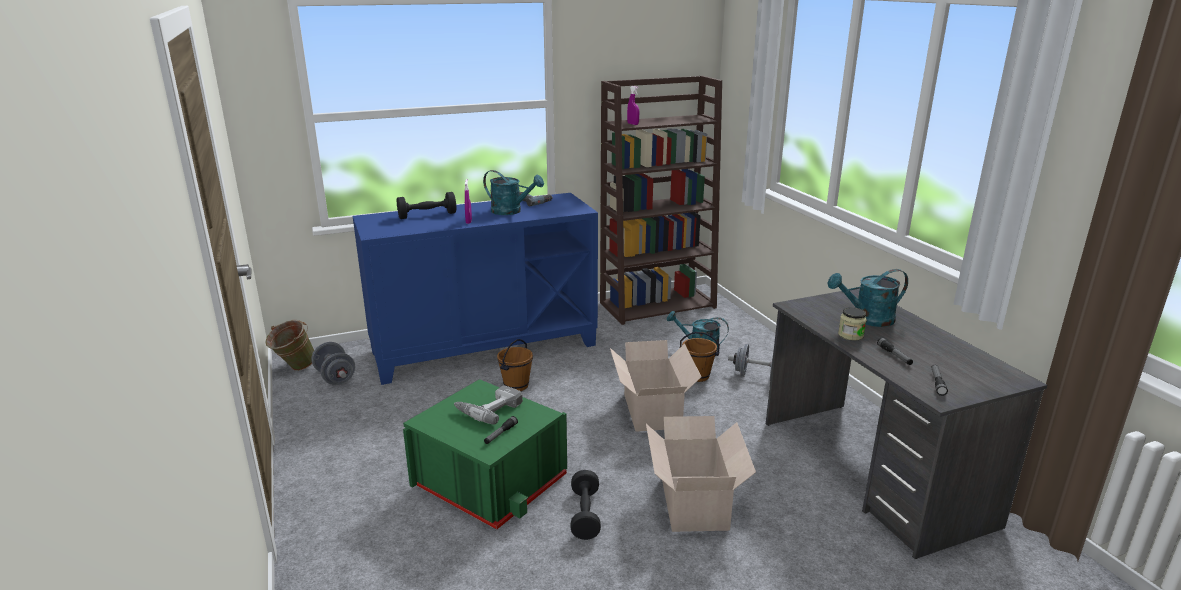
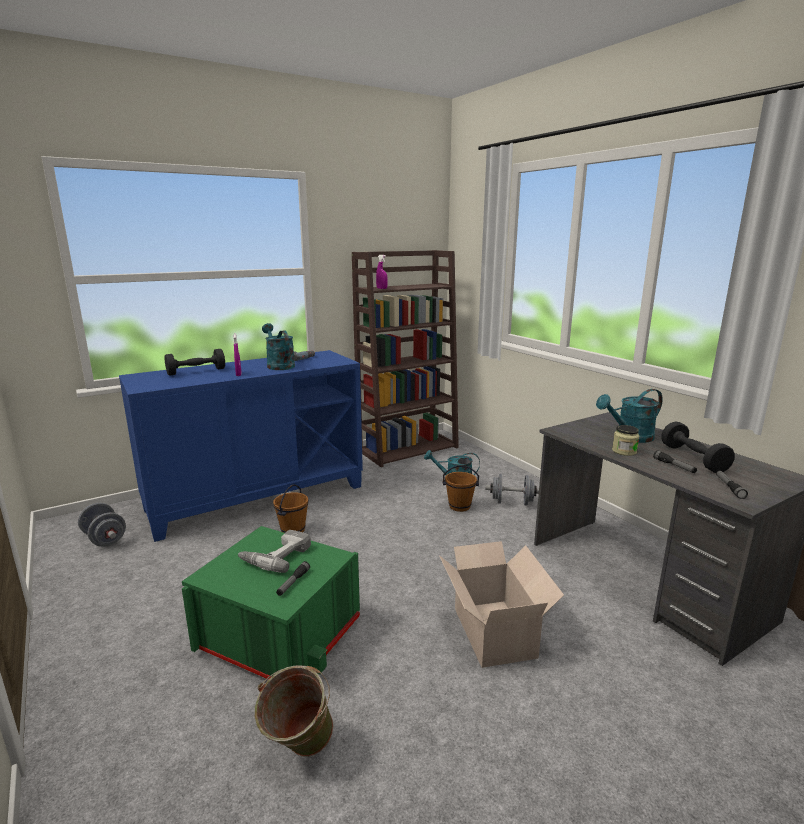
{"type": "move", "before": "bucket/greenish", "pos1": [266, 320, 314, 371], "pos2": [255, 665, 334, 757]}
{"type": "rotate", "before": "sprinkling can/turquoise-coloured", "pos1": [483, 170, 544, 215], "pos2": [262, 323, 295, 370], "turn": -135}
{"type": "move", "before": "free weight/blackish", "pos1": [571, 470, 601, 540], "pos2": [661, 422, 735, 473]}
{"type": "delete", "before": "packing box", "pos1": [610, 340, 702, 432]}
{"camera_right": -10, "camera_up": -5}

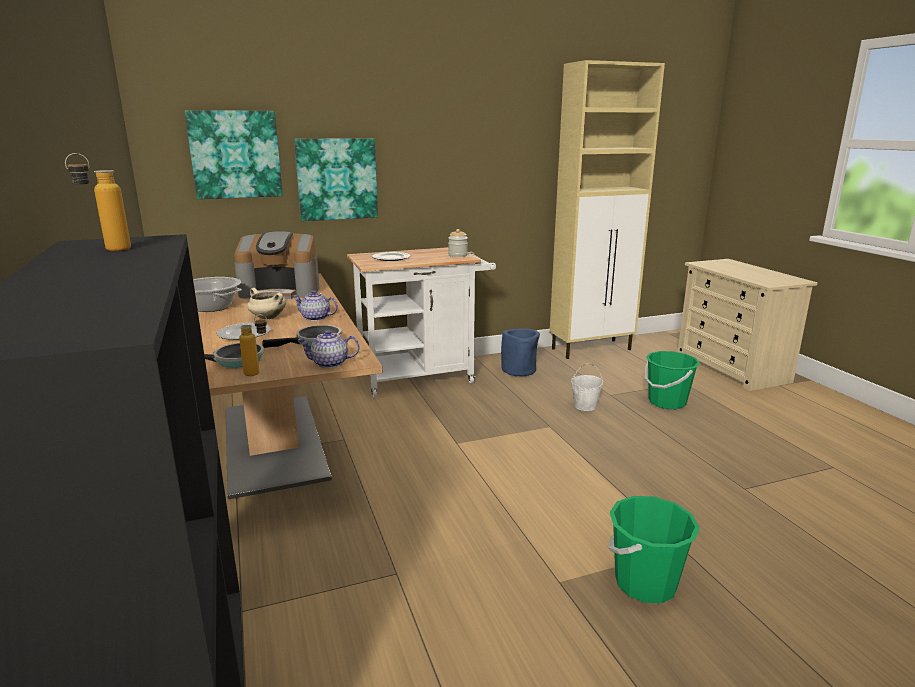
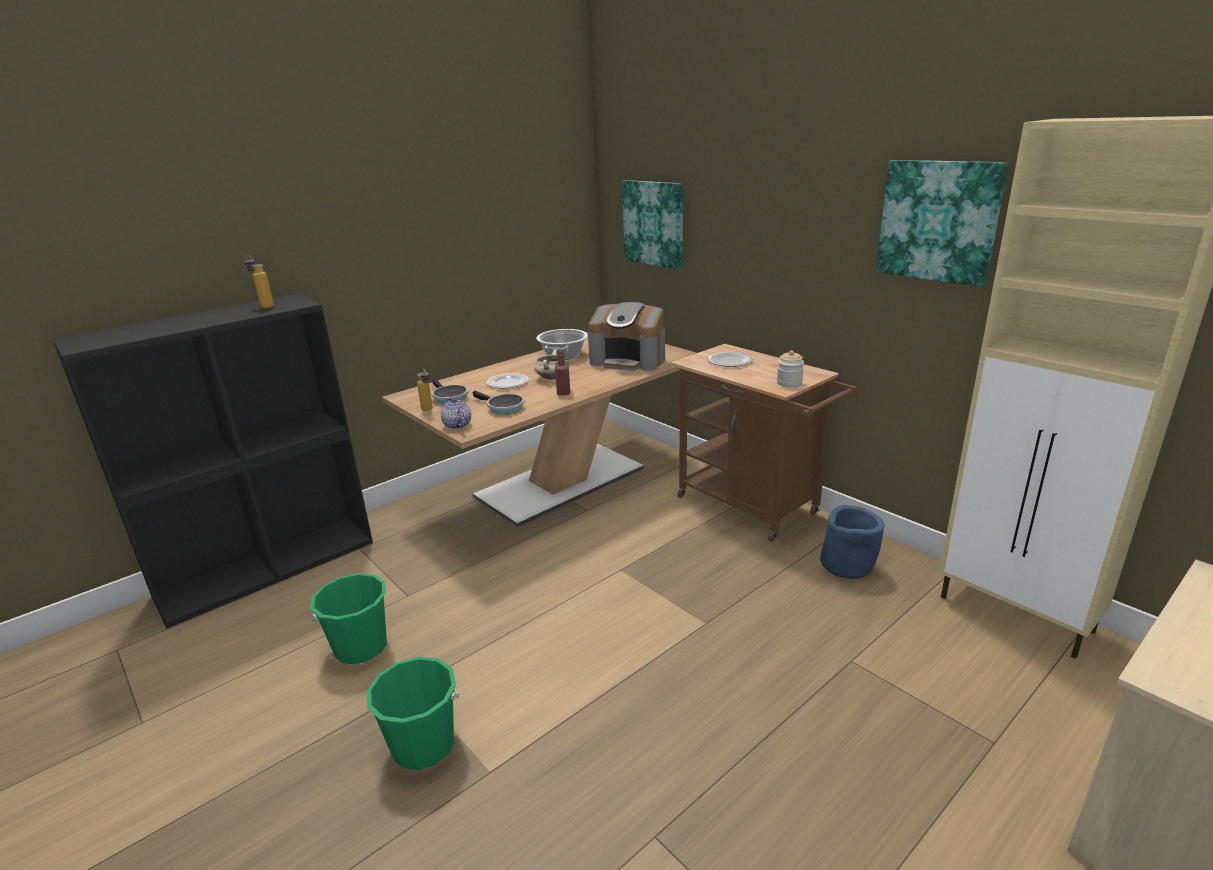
{"type": "move", "before": "bucket/greenish", "pos1": [645, 351, 700, 409], "pos2": [310, 573, 387, 664]}
{"type": "replace", "before": "tea pot", "after": "drink bottle/red", "pos1": [293, 290, 338, 321], "pos2": [555, 349, 570, 395]}
{"type": "rotate", "before": "coffee brewer", "pos1": [234, 231, 320, 299], "pos2": [588, 302, 665, 371], "turn": -45}
{"type": "recolor", "before": "trolley/white-coloured", "after": "trolley/brown", "pos1": [347, 247, 496, 397], "pos2": [671, 344, 857, 542]}
{"type": "move", "before": "wall art", "pos1": [294, 138, 378, 221], "pos2": [876, 160, 1008, 287]}
{"type": "delete", "before": "bucket/white-coloured", "pos1": [571, 363, 603, 411]}
{"camera_right": 70, "camera_up": 5}

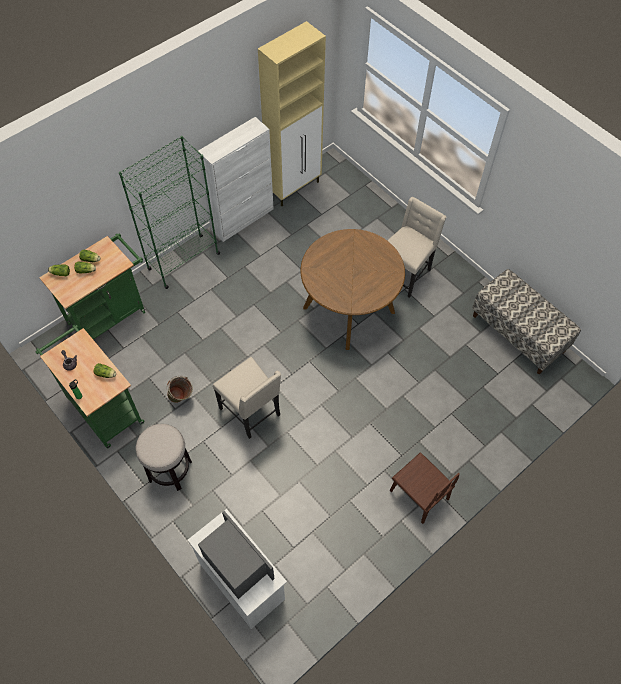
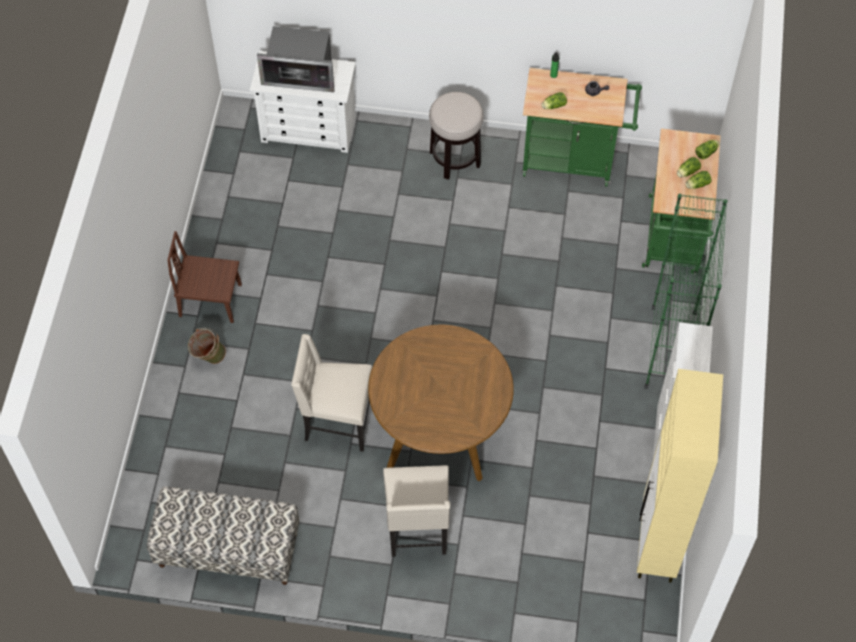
{"type": "move", "before": "bucket/greenish", "pos1": [167, 376, 193, 403], "pos2": [188, 328, 226, 364]}
{"type": "move", "before": "chair/sand-coloured", "pos1": [213, 357, 281, 439], "pos2": [291, 334, 372, 452]}
{"camera_right": 140, "camera_up": 0}

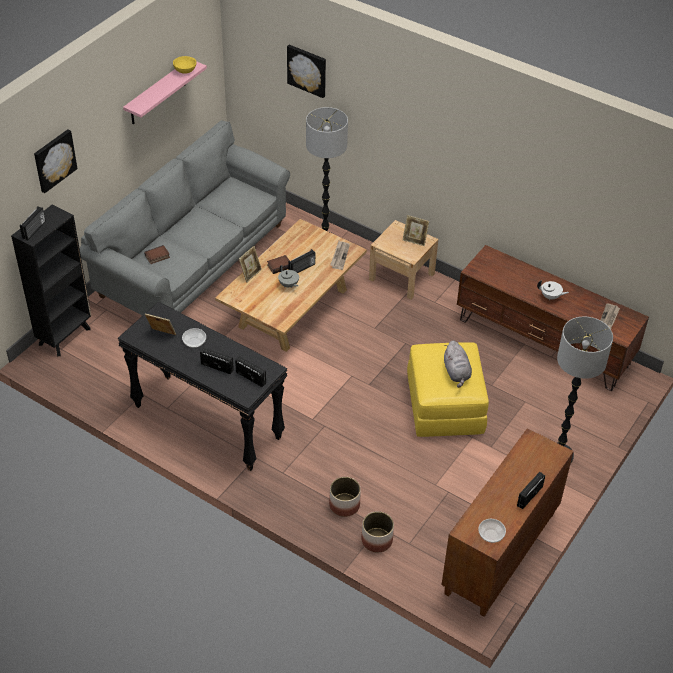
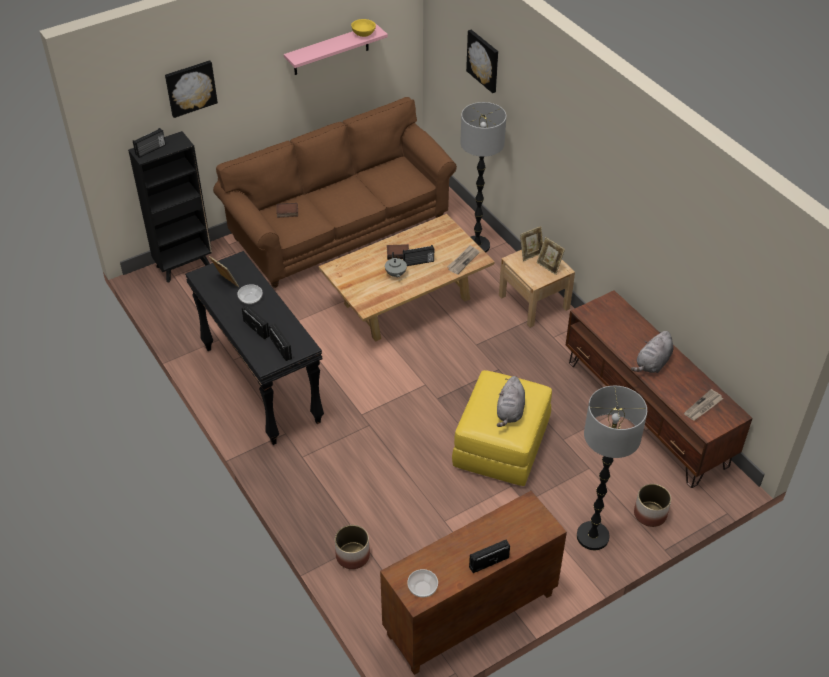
{"type": "recolor", "before": "settee/grey", "after": "settee/brown", "pos1": [80, 120, 290, 316], "pos2": [213, 97, 457, 288]}
{"type": "move", "before": "photo frame", "pos1": [239, 246, 262, 282], "pos2": [520, 226, 543, 261]}
{"type": "replace", "before": "tea pot/white-coloured", "after": "plush toy/grey", "pos1": [537, 280, 569, 300], "pos2": [631, 331, 673, 373]}
{"type": "move", "before": "flower pot", "pos1": [329, 477, 361, 517], "pos2": [634, 484, 671, 527]}
{"camera_right": 25, "camera_up": 0}

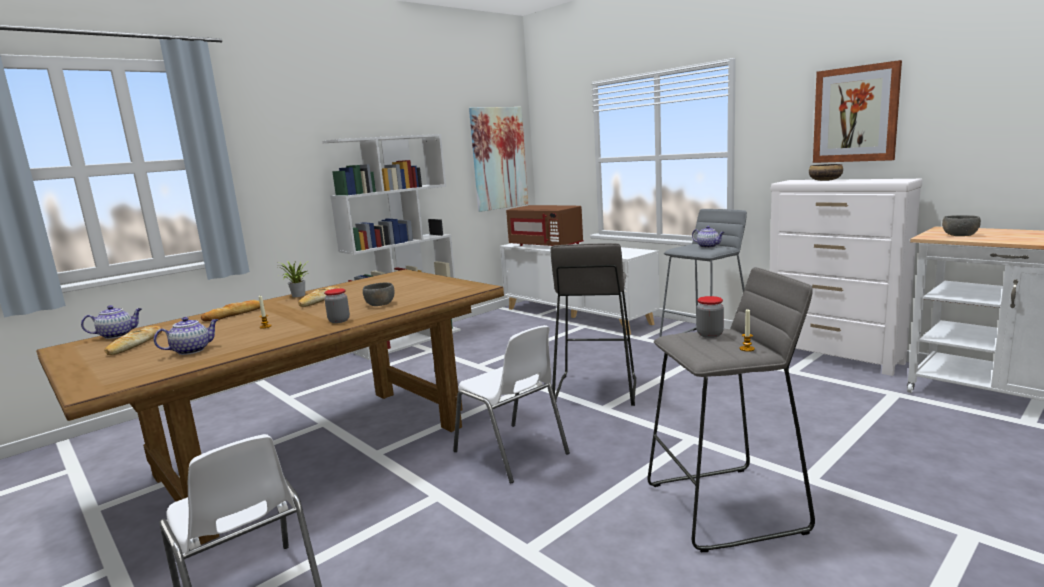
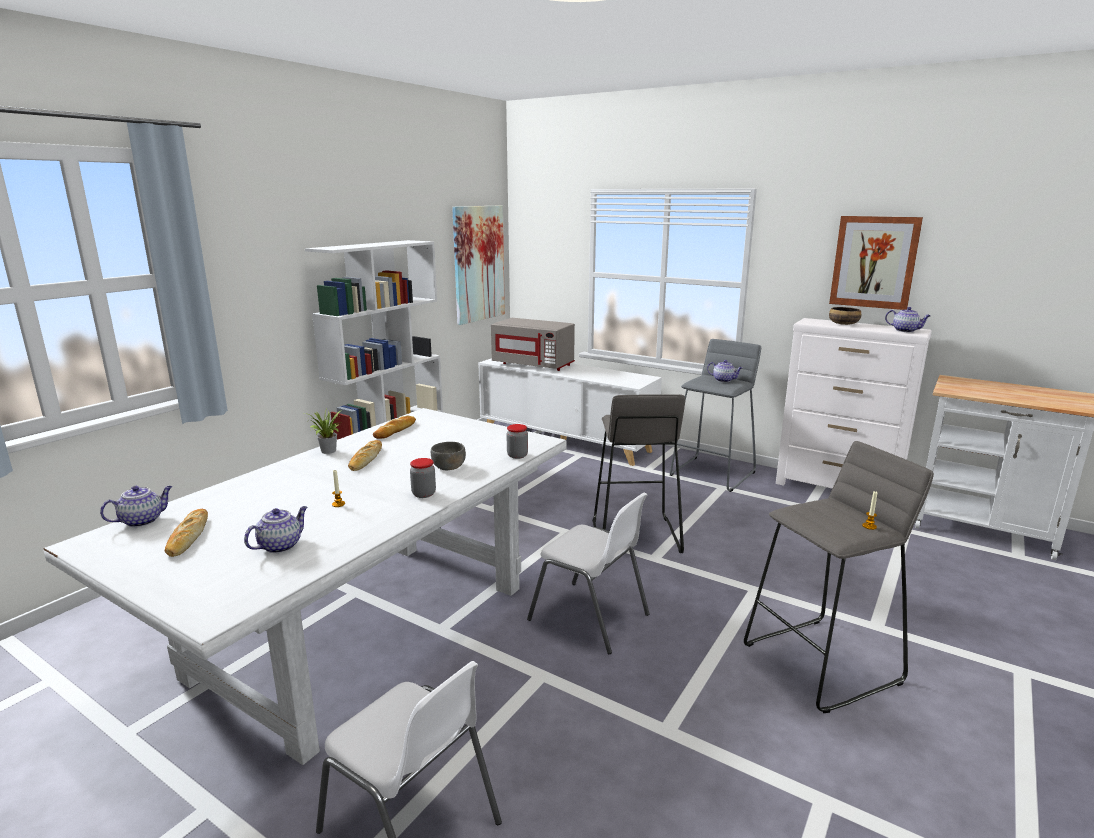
{"type": "recolor", "before": "dining table/brown", "after": "dining table/white-coloured", "pos1": [36, 269, 504, 545], "pos2": [43, 408, 567, 765]}
{"type": "move", "before": "bread", "pos1": [201, 300, 264, 321], "pos2": [373, 415, 416, 439]}
{"type": "recolor", "before": "microwave oven/brown", "after": "microwave oven/grey", "pos1": [506, 205, 584, 246], "pos2": [491, 318, 575, 371]}
{"type": "move", "before": "storage jar", "pos1": [697, 296, 724, 338], "pos2": [506, 424, 528, 459]}
{"type": "insert", "after": "tea pot", "pos2": [885, 307, 931, 332]}
{"type": "delete", "before": "serving bowl/grey", "pos1": [942, 215, 981, 236]}
{"camera_right": -15, "camera_up": 5}

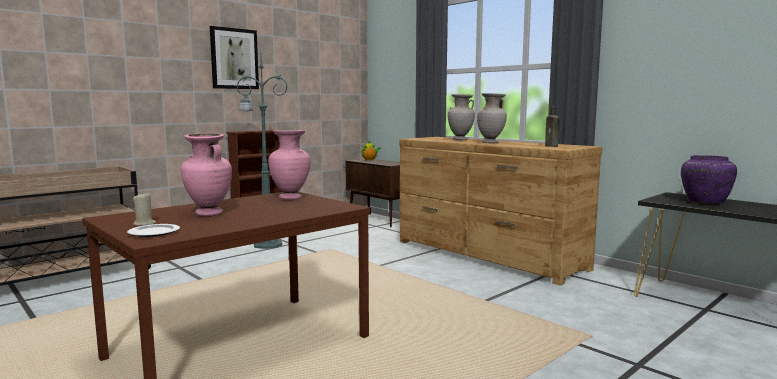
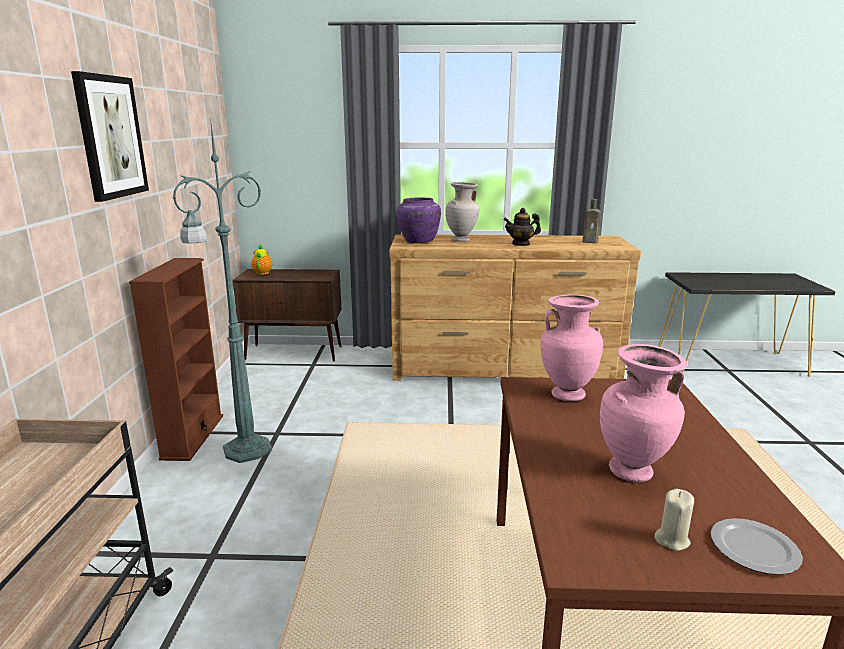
{"type": "move", "before": "decorative vase/purplish", "pos1": [681, 155, 737, 204], "pos2": [397, 197, 441, 243]}
{"type": "replace", "before": "decorative vase/sand-coloured", "after": "tea pot", "pos1": [477, 93, 507, 143], "pos2": [503, 208, 541, 246]}
{"camera_right": -45, "camera_up": 10}

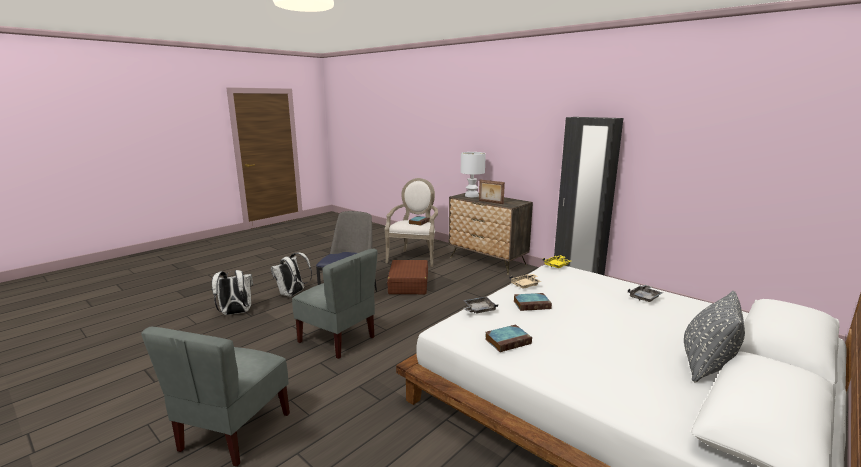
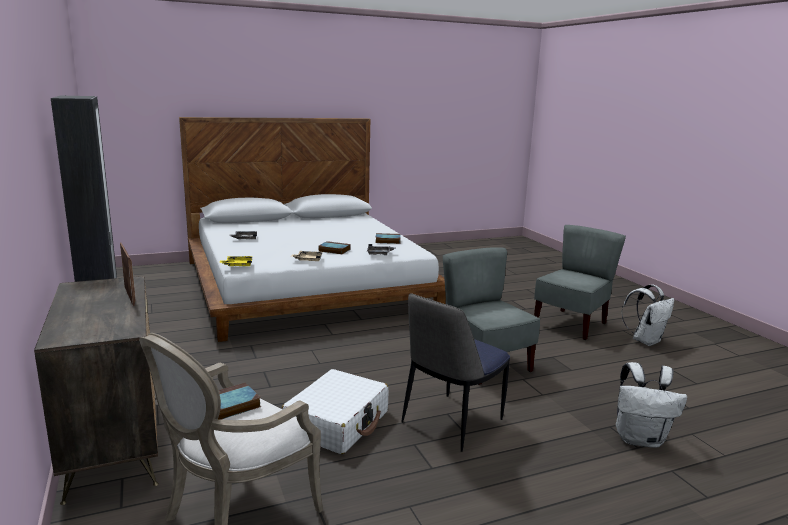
{"type": "recolor", "before": "piece of luggage/brown", "after": "piece of luggage/white-coloured", "pos1": [387, 260, 428, 294], "pos2": [282, 369, 389, 454]}
{"type": "move", "before": "rucksack/white-coloured", "pos1": [271, 253, 312, 297], "pos2": [622, 284, 674, 346]}
{"type": "delete", "before": "table lamp/white-coloured", "pos1": [461, 152, 486, 197]}
{"type": "delete", "before": "pillow/grey", "pos1": [684, 291, 745, 383]}
{"camera_right": -155, "camera_up": 0}

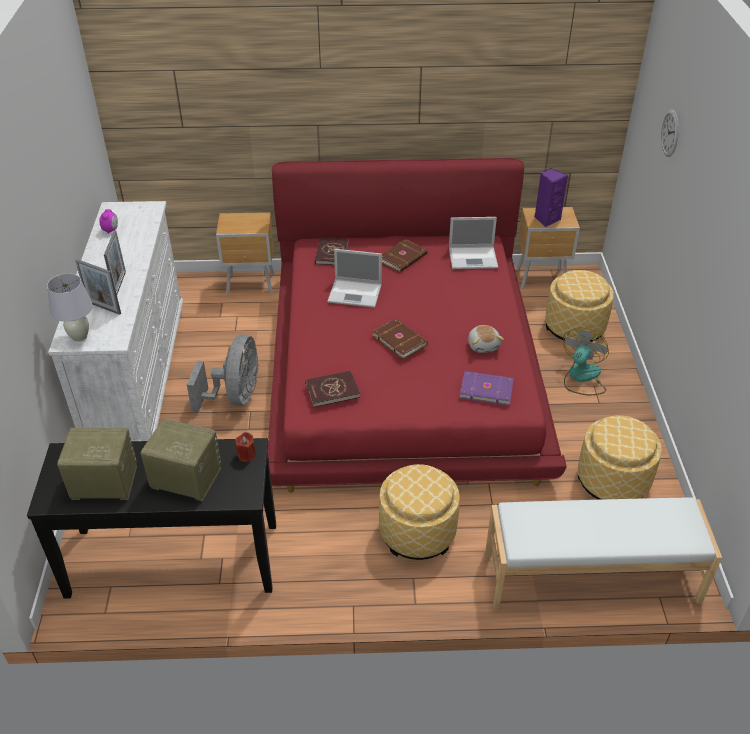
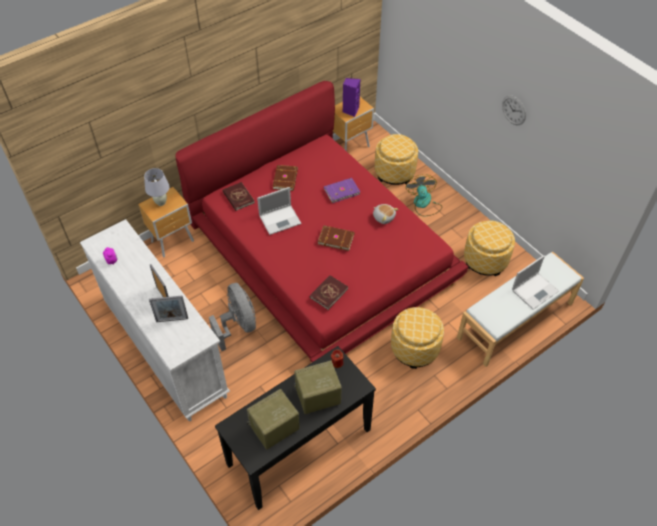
{"type": "move", "before": "table lamp/white-coloured", "pos1": [47, 273, 93, 342], "pos2": [144, 168, 170, 206]}
{"type": "move", "before": "volume/purplish", "pos1": [460, 371, 514, 406], "pos2": [324, 178, 360, 203]}
{"type": "move", "before": "clock on the wall", "pos1": [661, 109, 679, 157], "pos2": [502, 95, 526, 125]}
{"type": "move", "before": "notebook computer", "pos1": [449, 217, 498, 269], "pos2": [512, 255, 559, 310]}
{"camera_right": -35, "camera_up": 10}

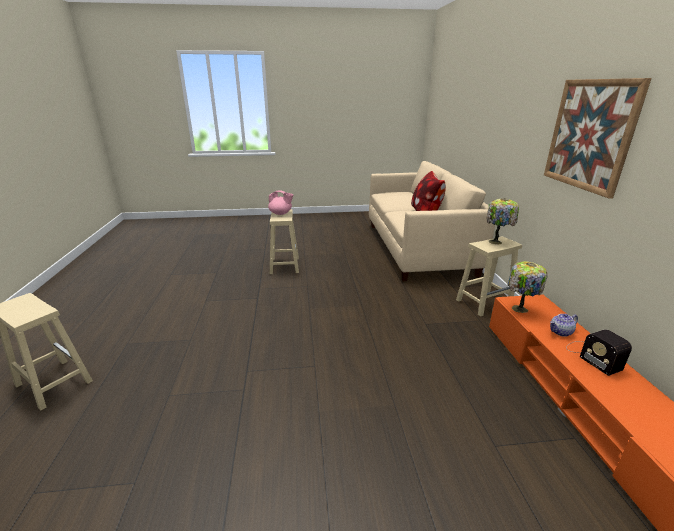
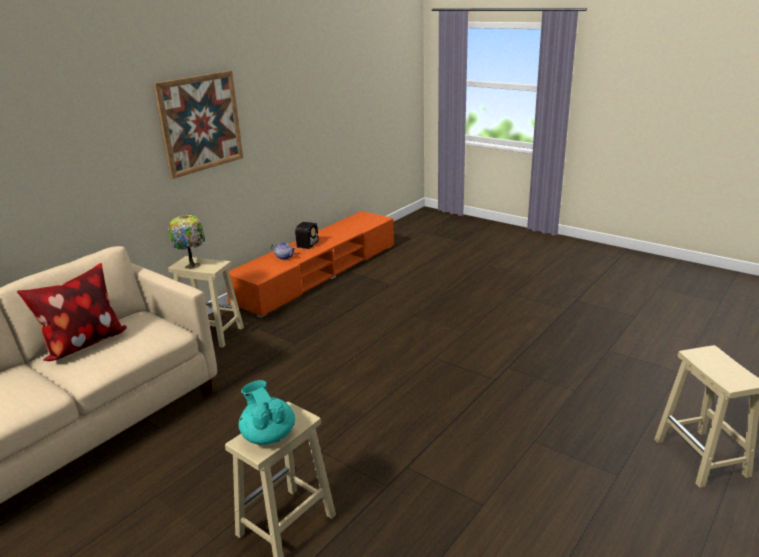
{"type": "recolor", "before": "tea pot/pink-coloured", "after": "tea pot/turquoise-coloured", "pos1": [268, 190, 293, 215], "pos2": [239, 380, 295, 445]}
{"type": "delete", "before": "table lamp", "pos1": [508, 261, 547, 313]}
{"camera_right": -135, "camera_up": 0}

